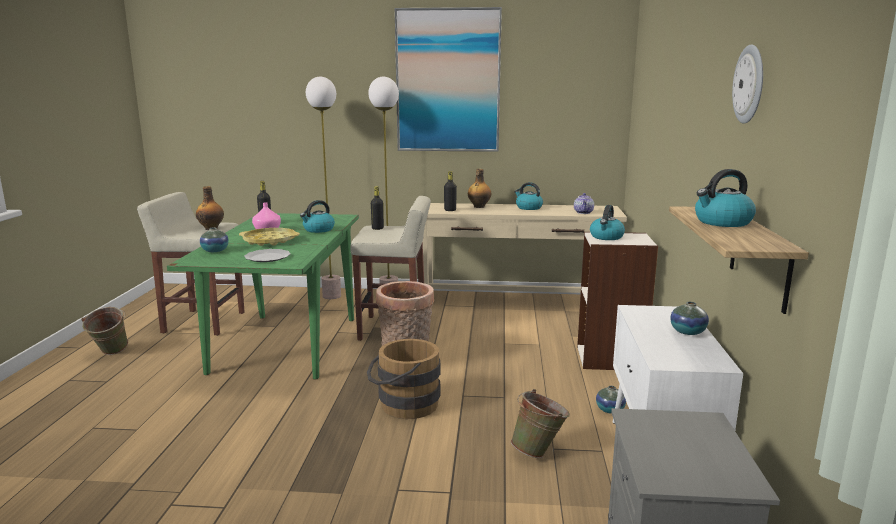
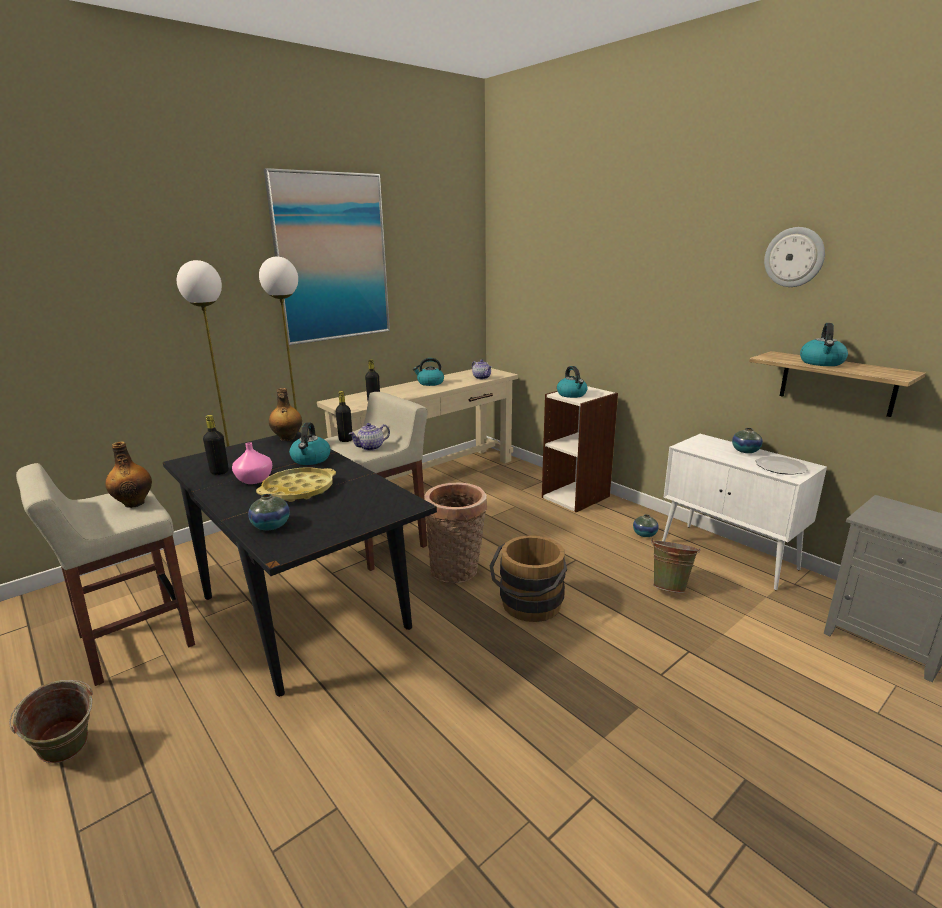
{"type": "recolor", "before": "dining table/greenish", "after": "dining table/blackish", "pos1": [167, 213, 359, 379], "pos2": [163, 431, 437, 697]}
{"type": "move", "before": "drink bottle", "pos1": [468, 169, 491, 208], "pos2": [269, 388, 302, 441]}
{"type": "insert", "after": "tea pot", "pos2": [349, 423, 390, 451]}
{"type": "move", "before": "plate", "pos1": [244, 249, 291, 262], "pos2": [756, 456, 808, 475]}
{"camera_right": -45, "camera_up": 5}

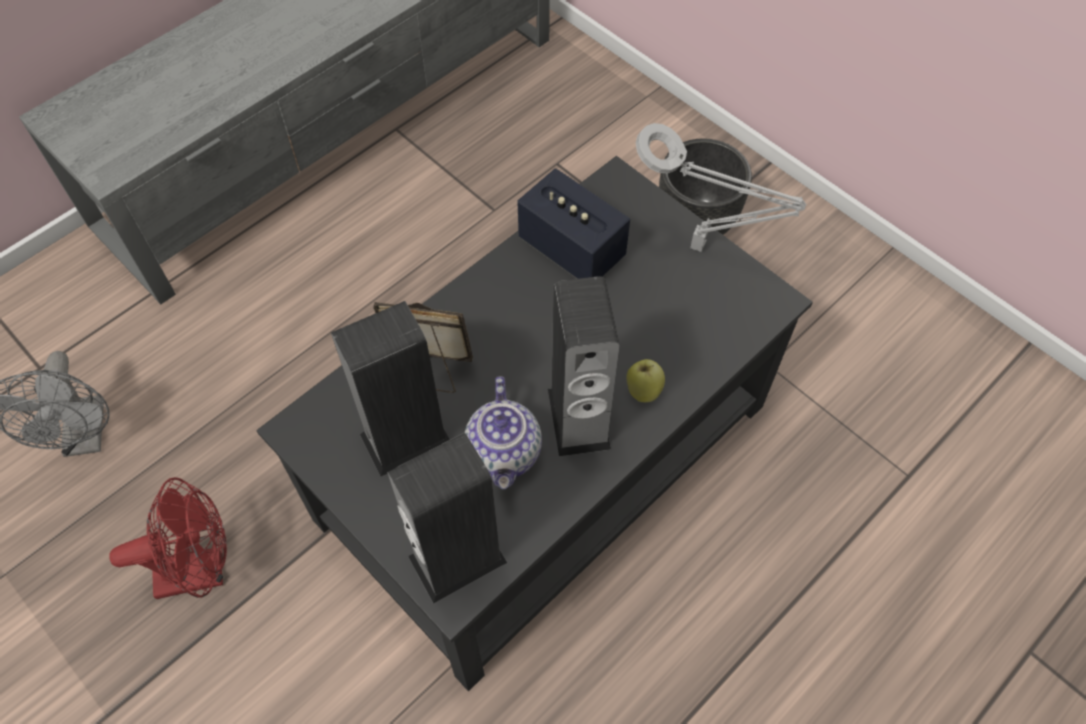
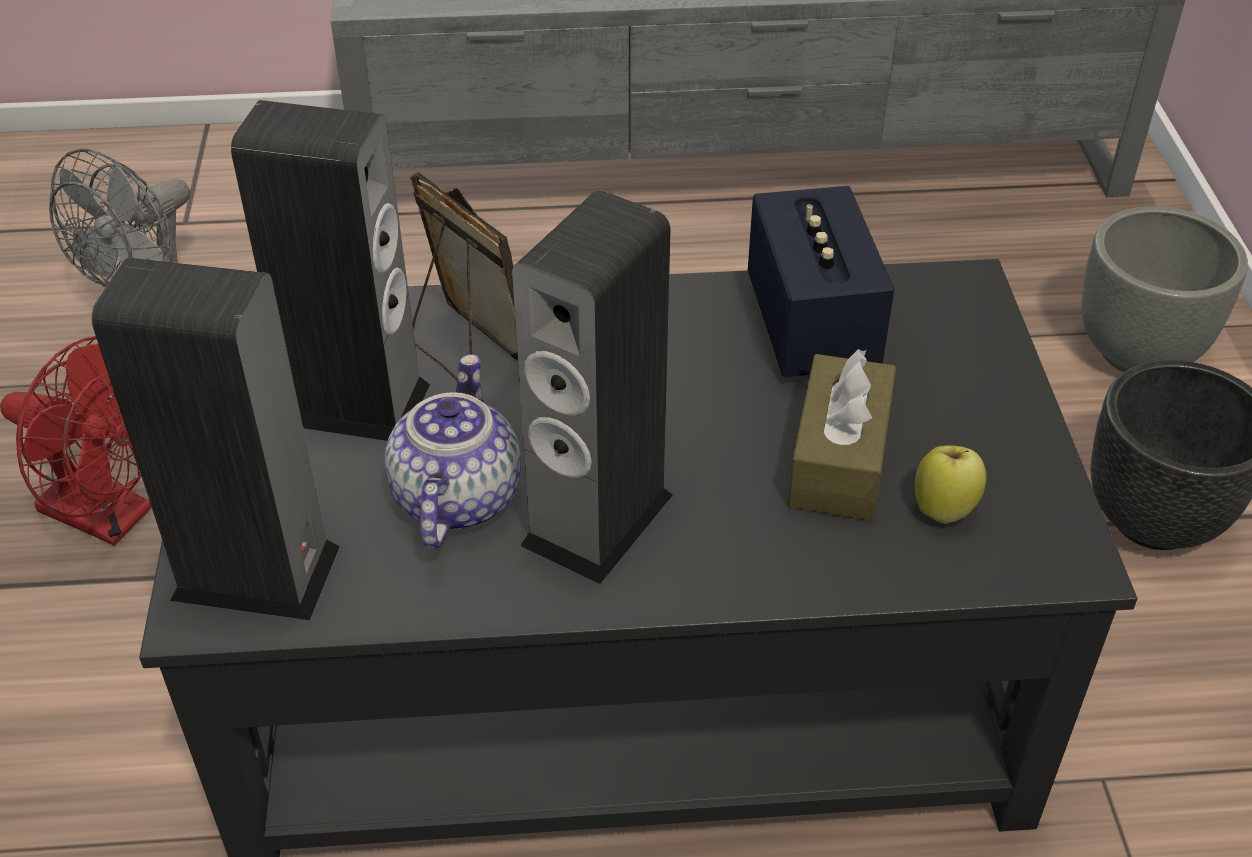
{"type": "rotate", "before": "tea pot", "pos1": [465, 376, 542, 490], "pos2": [384, 354, 521, 548], "turn": 150}
{"type": "insert", "after": "tissue box/brown", "pos2": [788, 349, 896, 521]}
{"type": "move", "before": "apple", "pos1": [626, 359, 665, 402], "pos2": [915, 446, 987, 524]}
{"type": "insert", "after": "flower pot/grey", "pos2": [1082, 206, 1248, 372]}
{"type": "delete", "before": "table lamp/grey", "pos1": [636, 123, 806, 252]}
{"camera_right": 40, "camera_up": -15}

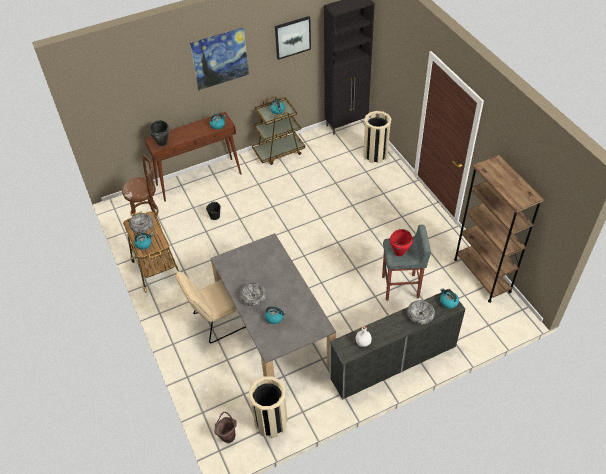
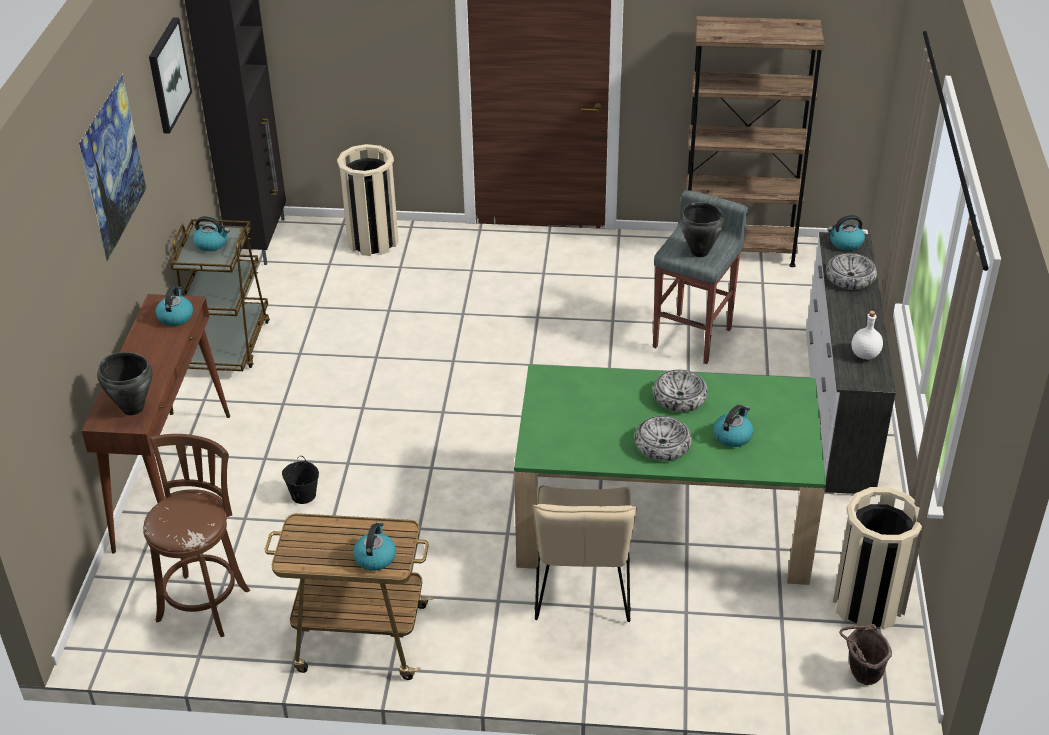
{"type": "recolor", "before": "dining table/grey", "after": "dining table/greenish", "pos1": [210, 233, 336, 384], "pos2": [514, 364, 826, 585]}
{"type": "move", "before": "serving bowl", "pos1": [129, 213, 153, 233], "pos2": [653, 370, 708, 412]}
{"type": "recolor", "before": "stockpot/red", "after": "stockpot/blackish", "pos1": [390, 229, 413, 256], "pos2": [680, 202, 724, 257]}
{"camera_right": -60, "camera_up": -10}

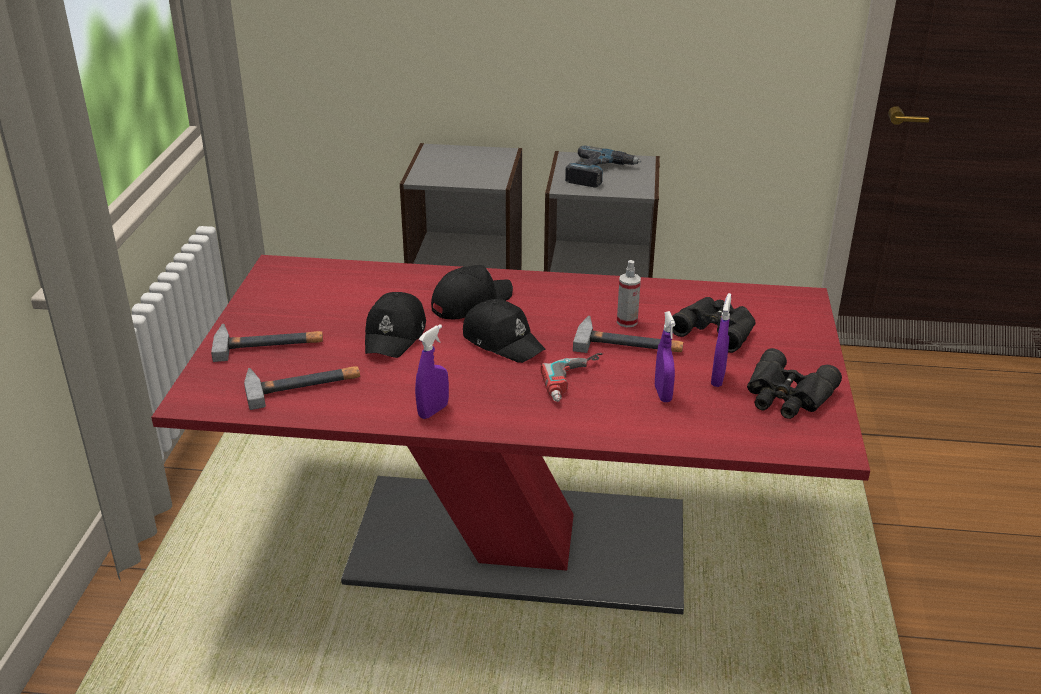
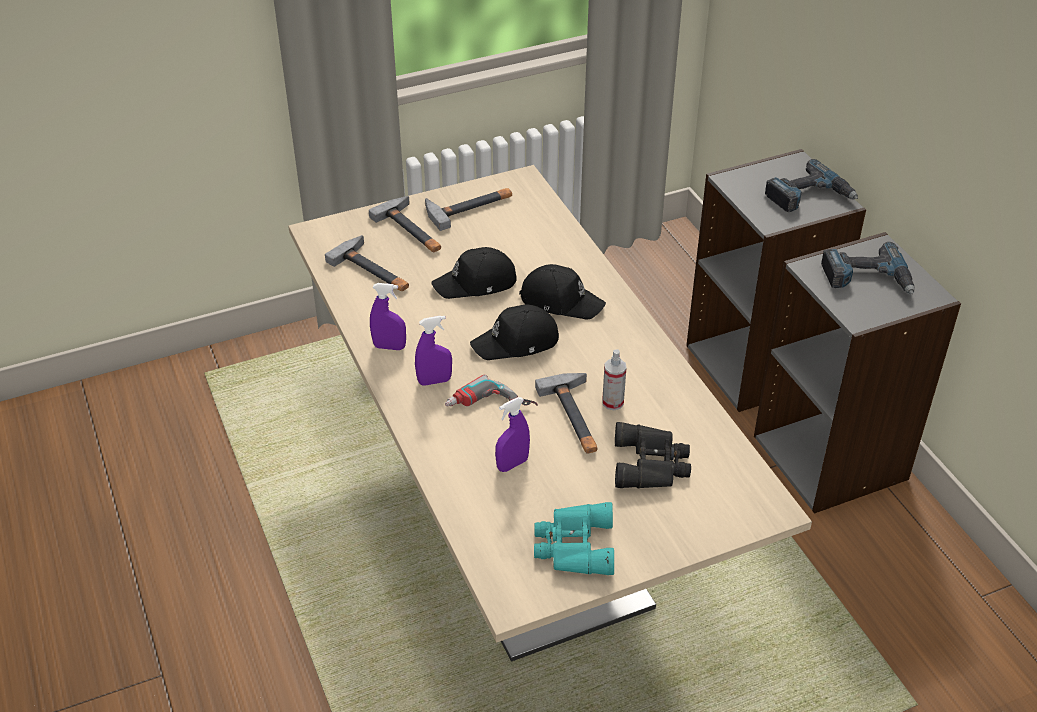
{"type": "recolor", "before": "dining table/red", "after": "dining table/sand-coloured", "pos1": [151, 255, 870, 614], "pos2": [288, 165, 812, 662]}
{"type": "move", "before": "sprayer/purplish", "pos1": [711, 293, 731, 387], "pos2": [415, 316, 452, 386]}
{"type": "insert", "after": "tool hammer", "pos2": [425, 188, 512, 231]}
{"type": "rotate", "before": "peaked cap/blackish", "pos1": [463, 299, 545, 363], "pos2": [470, 304, 559, 360], "turn": 60}
{"type": "recolor", "before": "binoculars/blackish", "after": "binoculars/turquoise-coloured", "pos1": [747, 348, 842, 419], "pos2": [534, 502, 614, 575]}
{"type": "insert", "after": "electric drill", "pos2": [765, 159, 858, 212]}
{"camera_right": 60, "camera_up": 10}

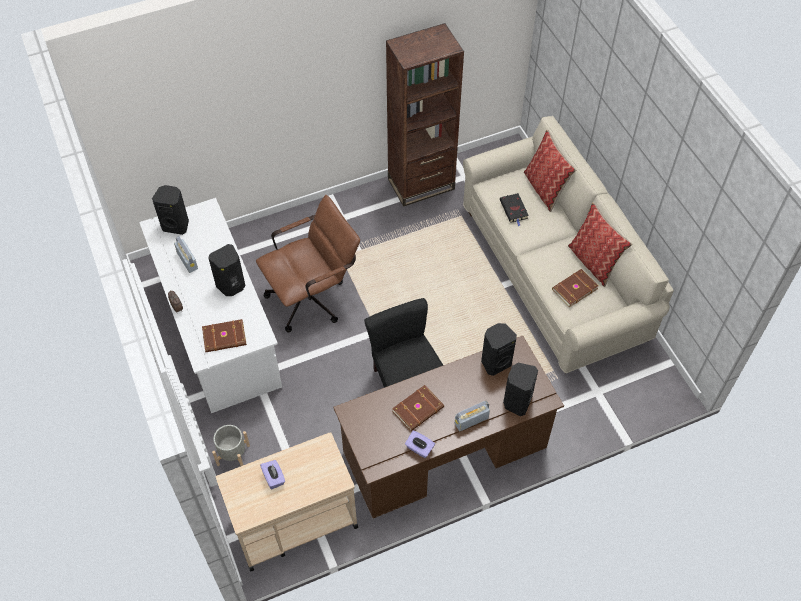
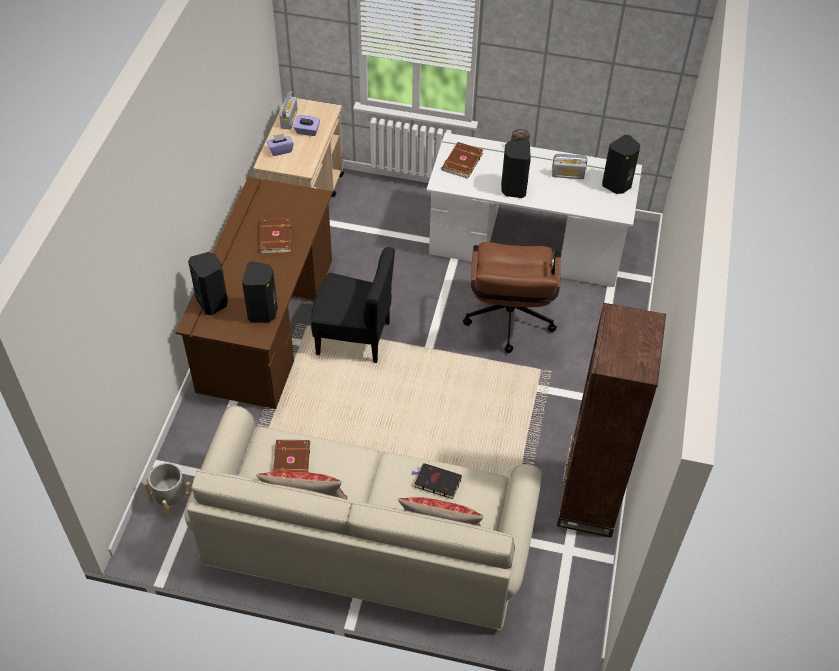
{"type": "move", "before": "flower pot/grey", "pos1": [212, 425, 250, 466], "pos2": [144, 463, 192, 521]}
{"type": "move", "before": "tissue box/purplish", "pos1": [405, 430, 435, 458], "pos2": [267, 134, 294, 156]}
{"type": "move", "before": "radio receiver", "pos1": [455, 401, 490, 431], "pos2": [280, 91, 298, 130]}
{"camera_right": 125, "camera_up": -5}

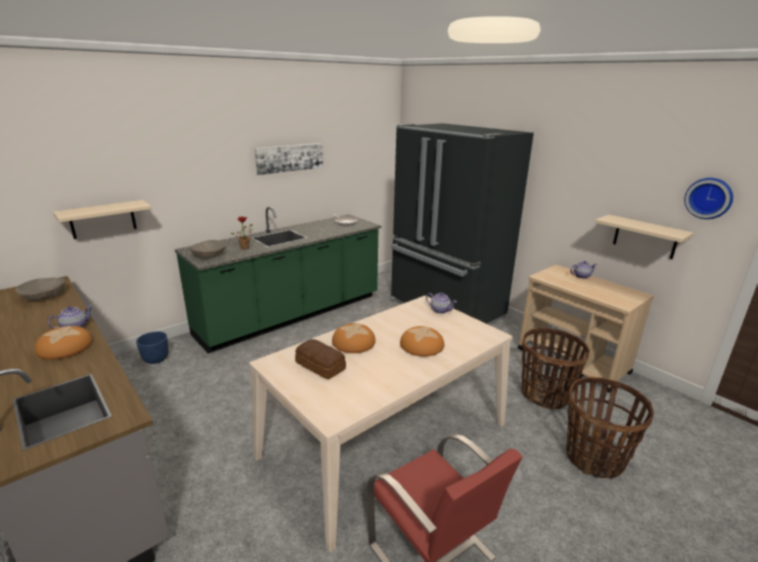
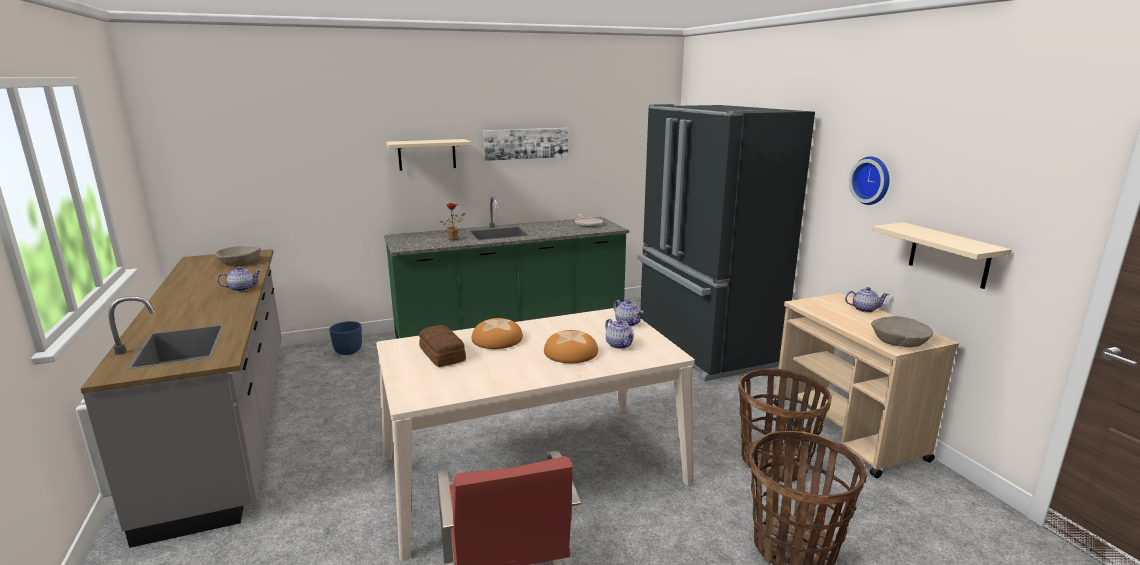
{"type": "move", "before": "bracket shelf/sand-coloured", "pos1": [53, 200, 152, 239], "pos2": [386, 139, 471, 171]}
{"type": "insert", "after": "tea pot", "pos2": [605, 319, 635, 349]}
{"type": "move", "before": "clock on the wall", "pos1": [684, 178, 733, 219], "pos2": [849, 156, 889, 205]}
{"type": "move", "before": "serving bowl/sand-coloured", "pos1": [190, 240, 225, 258], "pos2": [871, 316, 933, 347]}
{"type": "delete", "before": "bread", "pos1": [35, 326, 92, 360]}
{"camera_right": 20, "camera_up": -5}

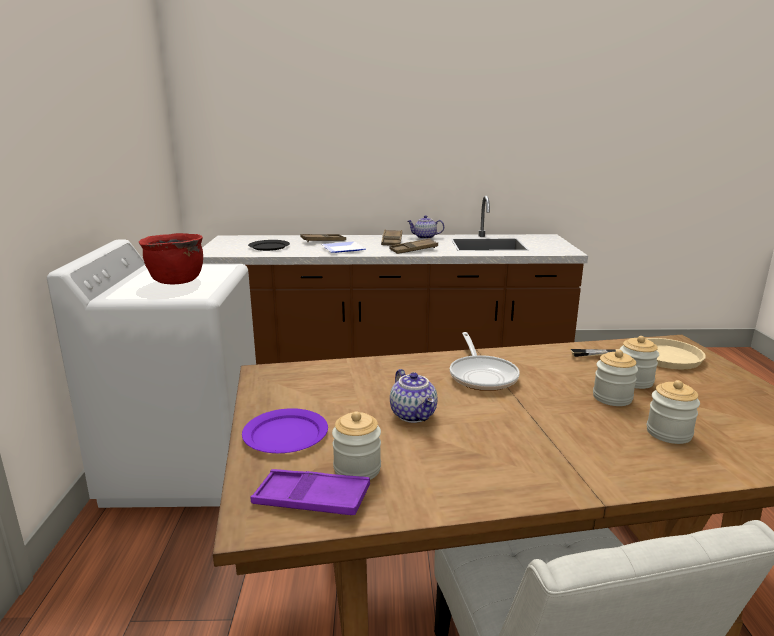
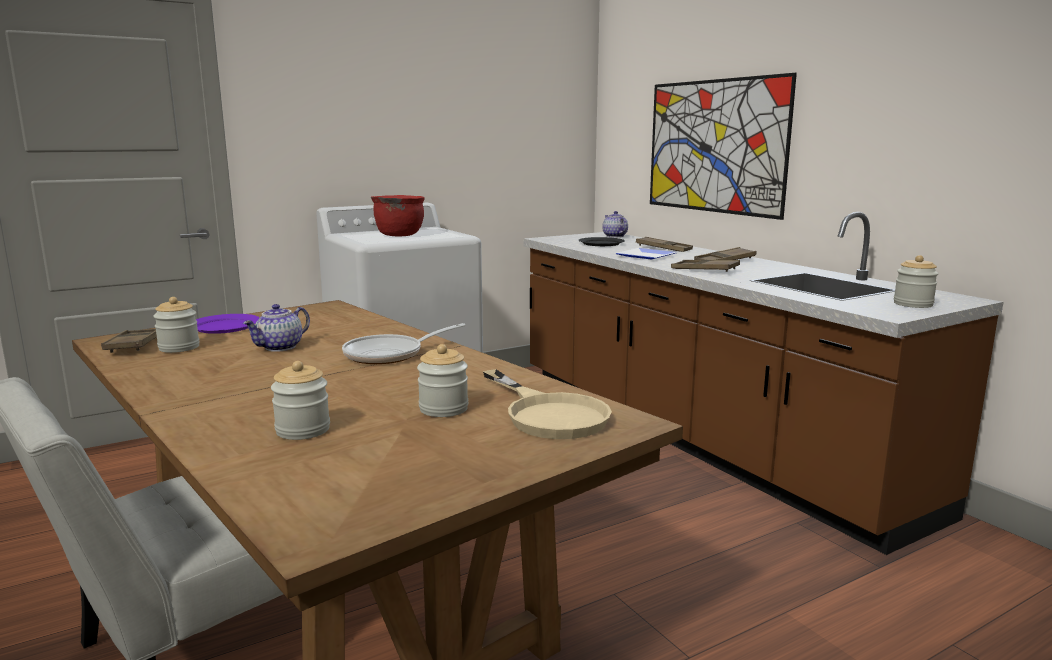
{"type": "recolor", "before": "serving tray/purplish", "after": "serving tray/brown", "pos1": [250, 469, 370, 515], "pos2": [101, 329, 157, 353]}
{"type": "move", "before": "tea pot", "pos1": [408, 215, 444, 239], "pos2": [603, 211, 628, 237]}
{"type": "insert", "after": "wall art", "pos2": [650, 73, 797, 220]}
{"type": "move", "before": "storage jar", "pos1": [593, 350, 638, 406], "pos2": [893, 255, 939, 308]}
{"camera_right": 60, "camera_up": -5}

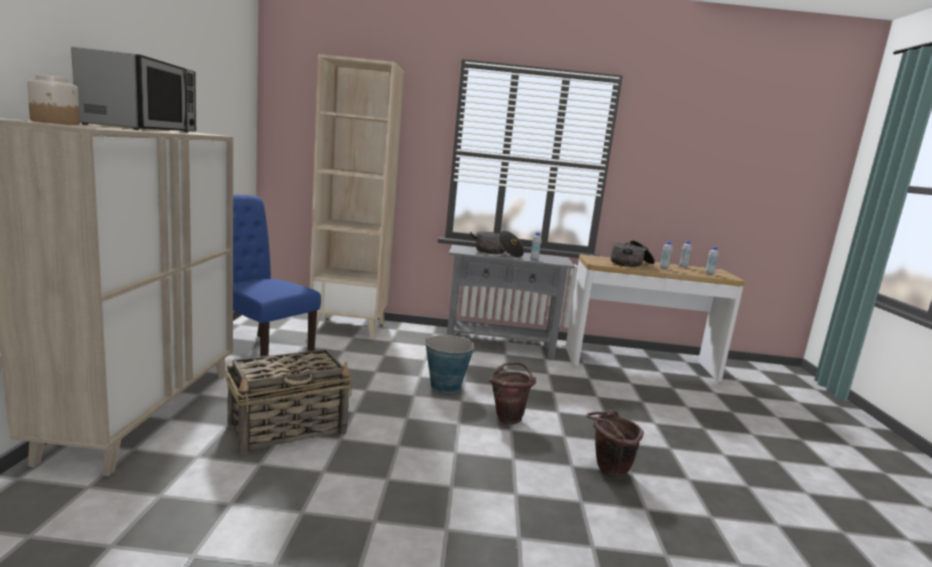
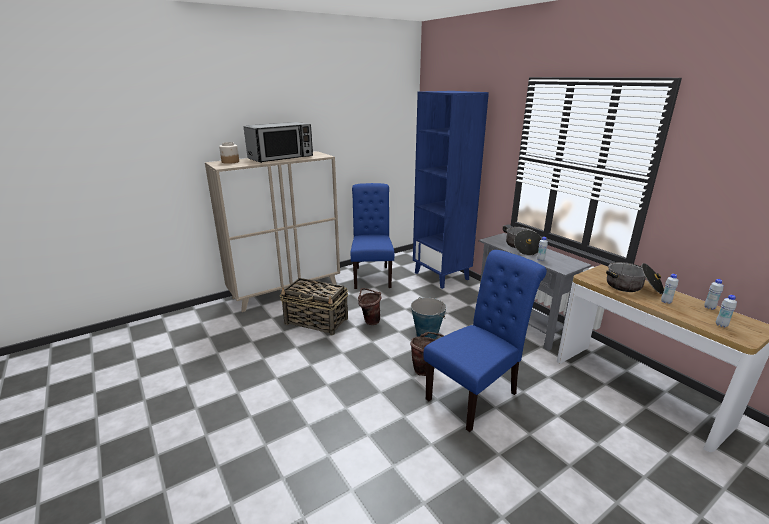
{"type": "move", "before": "bucket/brown", "pos1": [586, 409, 644, 478], "pos2": [358, 288, 382, 325]}
{"type": "recolor", "before": "bookshelf/sand-coloured", "after": "bookshelf/blue", "pos1": [310, 54, 405, 339], "pos2": [413, 91, 489, 289]}
{"type": "insert", "after": "chair/blue", "pos2": [423, 250, 547, 432]}
{"camera_right": 55, "camera_up": 10}

